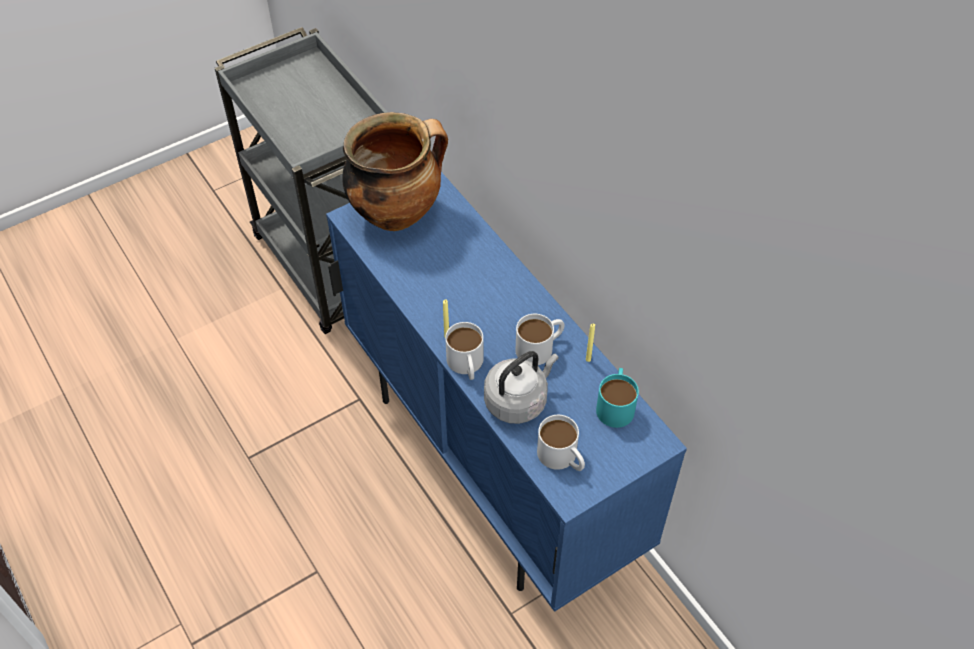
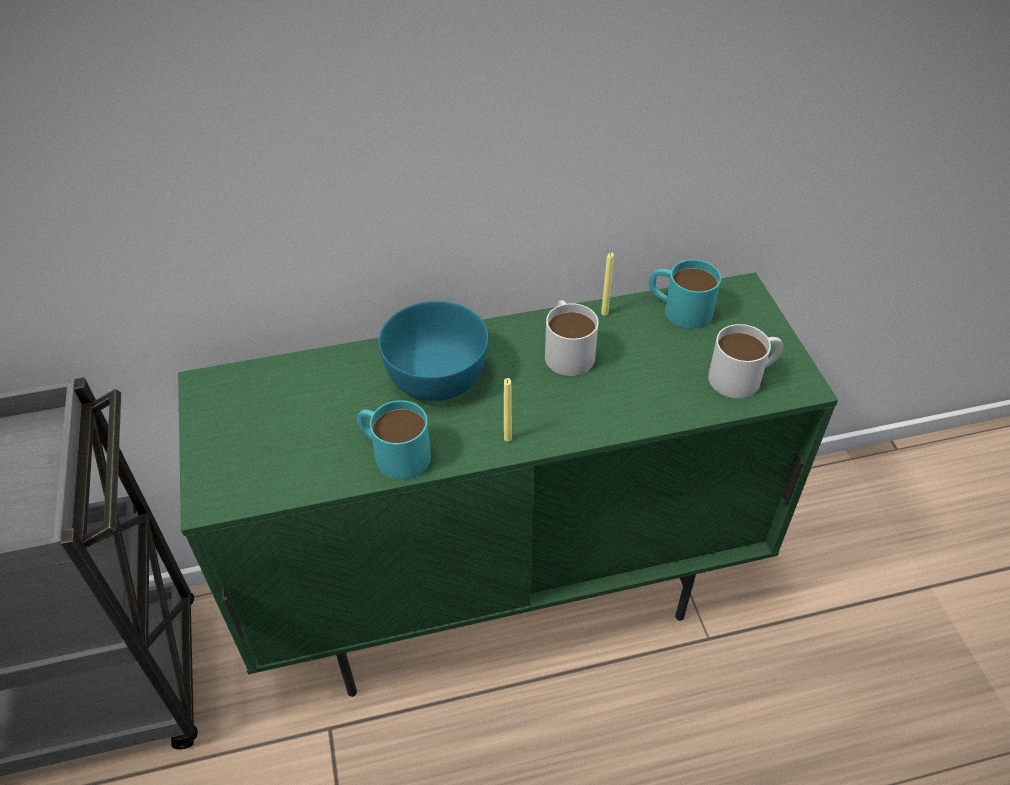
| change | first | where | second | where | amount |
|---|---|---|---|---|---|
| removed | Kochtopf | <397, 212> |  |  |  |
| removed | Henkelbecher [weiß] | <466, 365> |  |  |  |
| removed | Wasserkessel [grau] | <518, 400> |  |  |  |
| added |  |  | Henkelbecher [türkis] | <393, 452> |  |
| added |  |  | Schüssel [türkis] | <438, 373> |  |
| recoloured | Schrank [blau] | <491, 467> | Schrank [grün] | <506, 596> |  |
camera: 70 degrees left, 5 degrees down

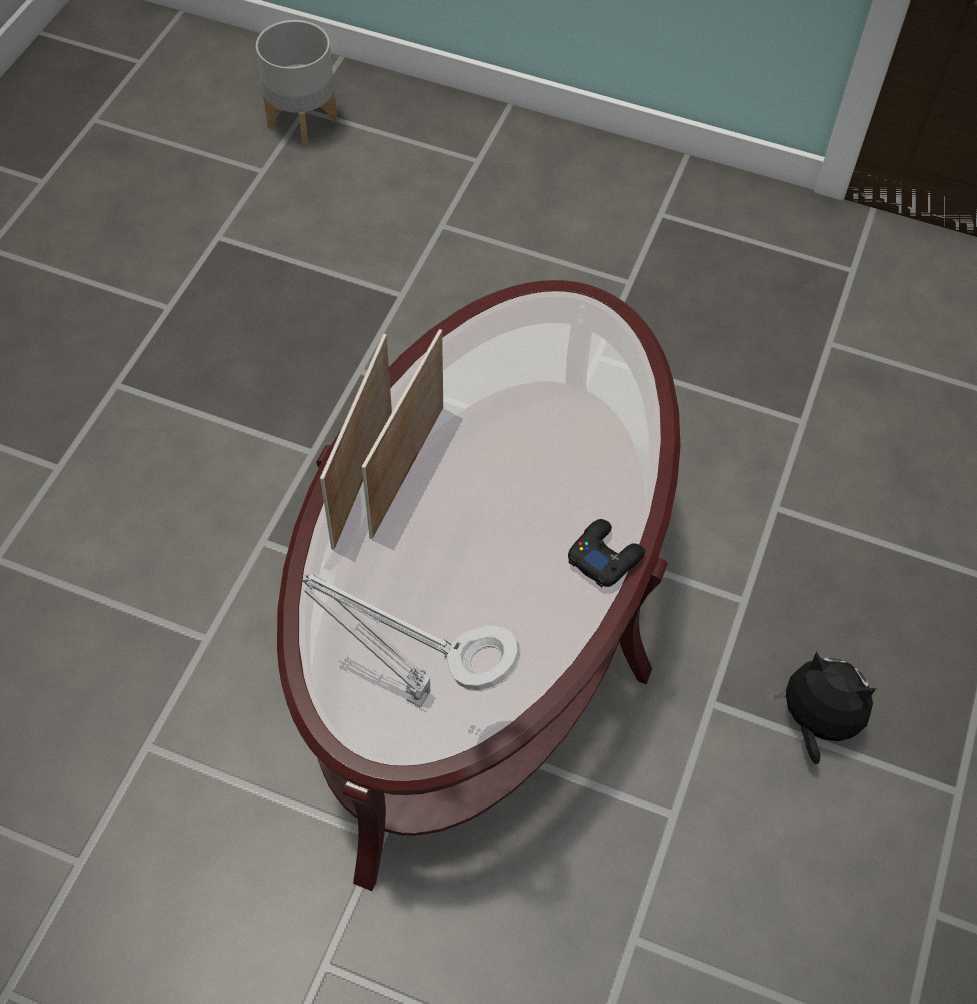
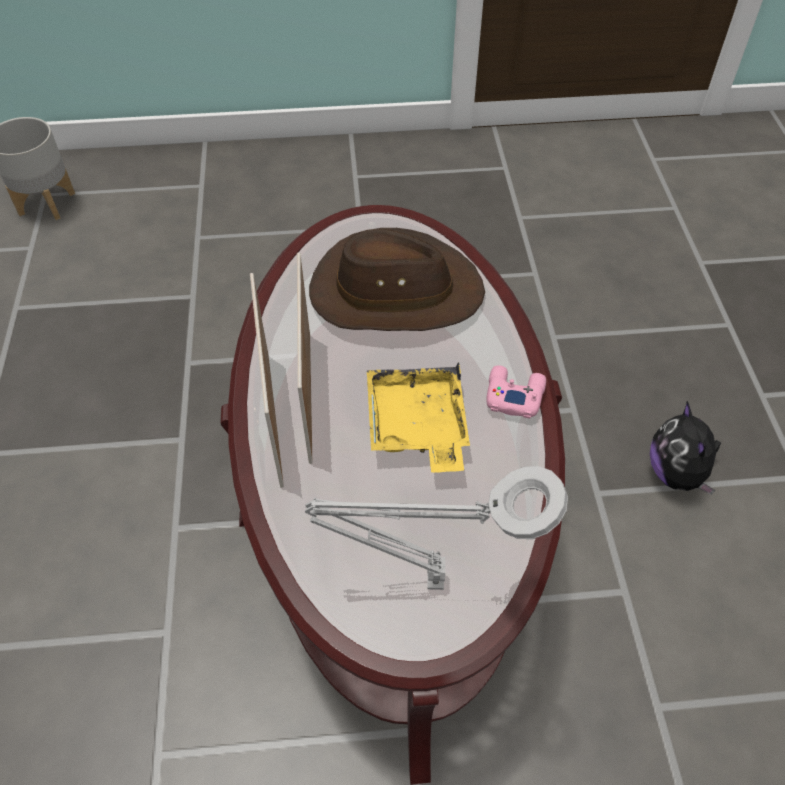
| change | first | where | second | where | amount |
|---|---|---|---|---|---|
| added |  |  | Hut [braun] | <394, 291> |  |
| added |  |  | Tablett [gelb] | <417, 426> |  |
| recoloured | Gamepad [schwarz] | <604, 556> | Gamepad [rosa] | <514, 395> |  |
| turned | Plüschtier | <815, 722> |  | <676, 473> | 105 degrees counterclockwise |
camera: 25 degrees left, 5 degrees down

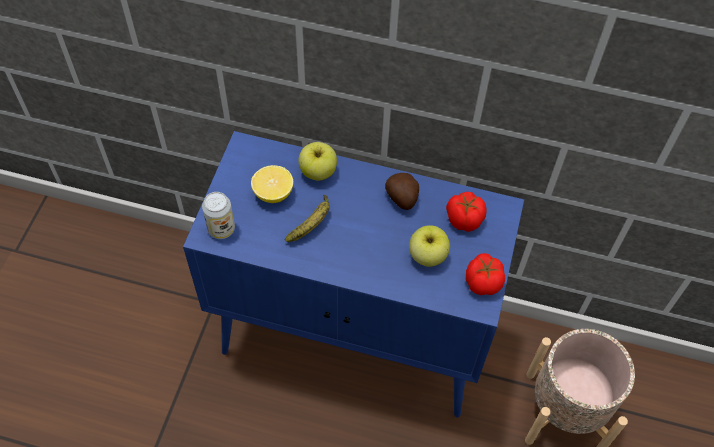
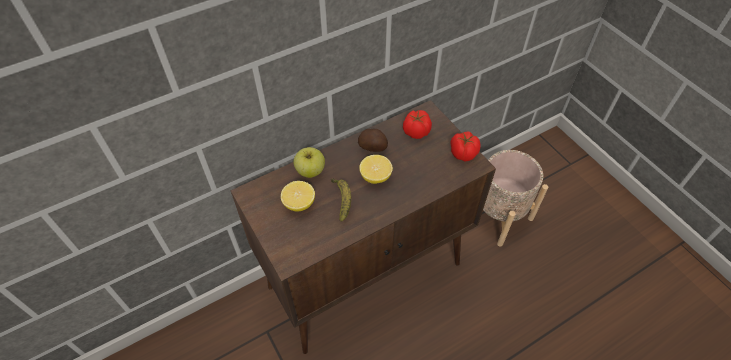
| change | first | where | second | where | amount |
|---|---|---|---|---|---|
| removed | Dose | <221, 229> |  |  |  |
| removed | Apfel | <427, 255> |  |  |  |
| added |  |  | Zitrone | <375, 176> |  |
| recoloured | Schrank [blau] | <355, 337> | Schrank [braun] | <366, 274> |  |
camera: 45 degrees left, 5 degrees down

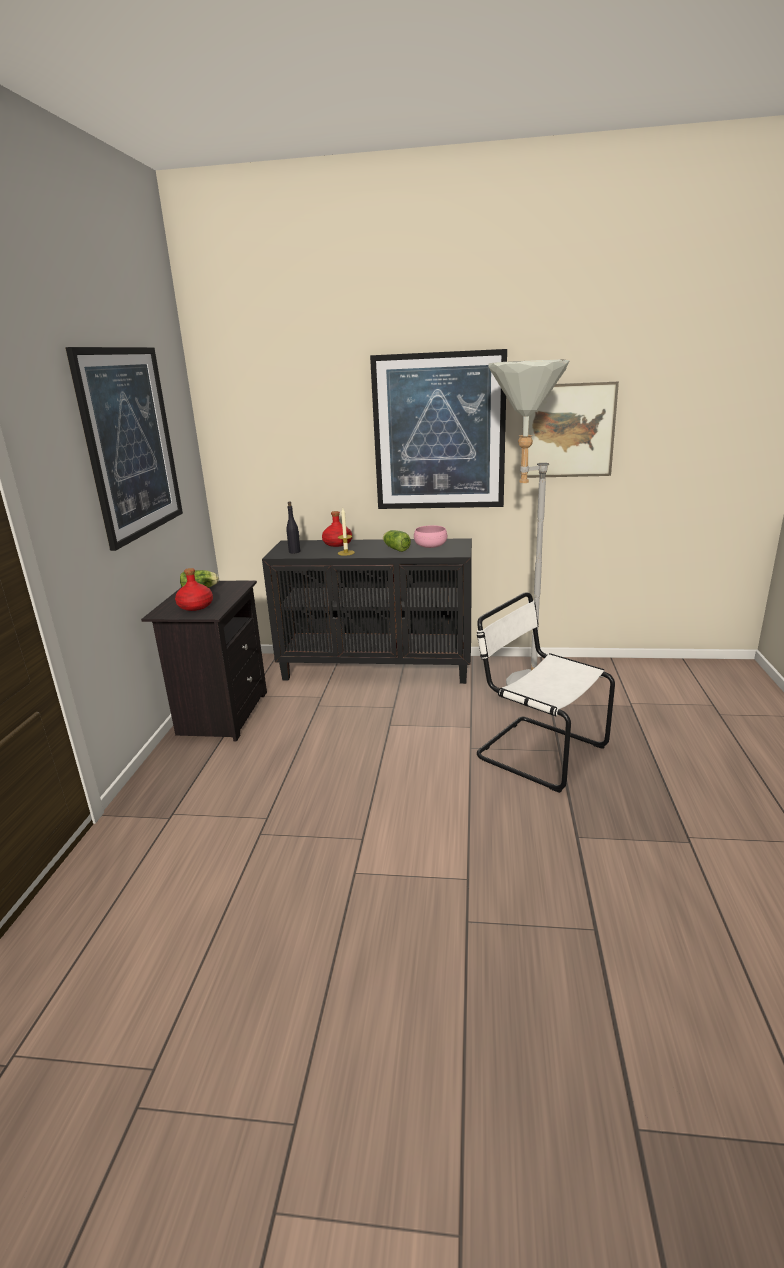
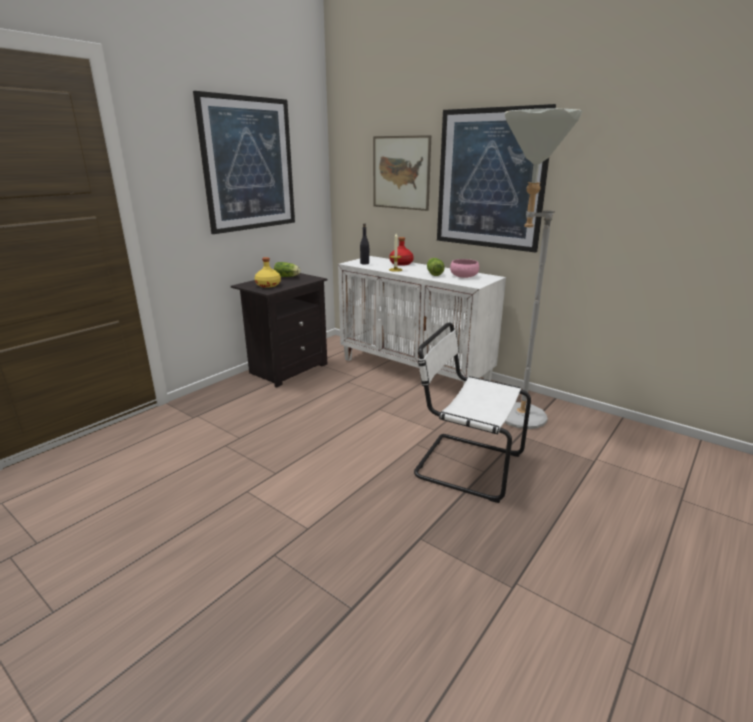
| change | first | where | second | where | amount |
|---|---|---|---|---|---|
| moved | Bild | <568, 431> |  | <401, 173> |  |
| recoloured | Flasche [rot] | <196, 606> | Flasche [gelb] | <268, 285> |  |
| recoloured | Schrank [schwarz] | <378, 669> | Schrank [weiß] | <415, 370> |  |
| turned | Stuhl [weiß] | <536, 751> |  | <464, 465> | 45 degrees counterclockwise |
camera: 30 degrees right, 0 degrees up

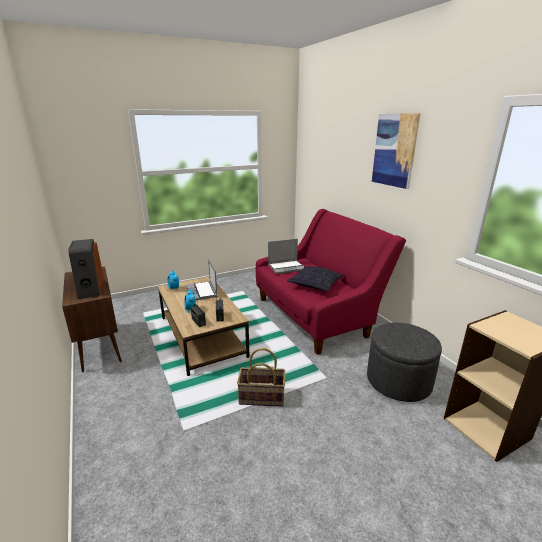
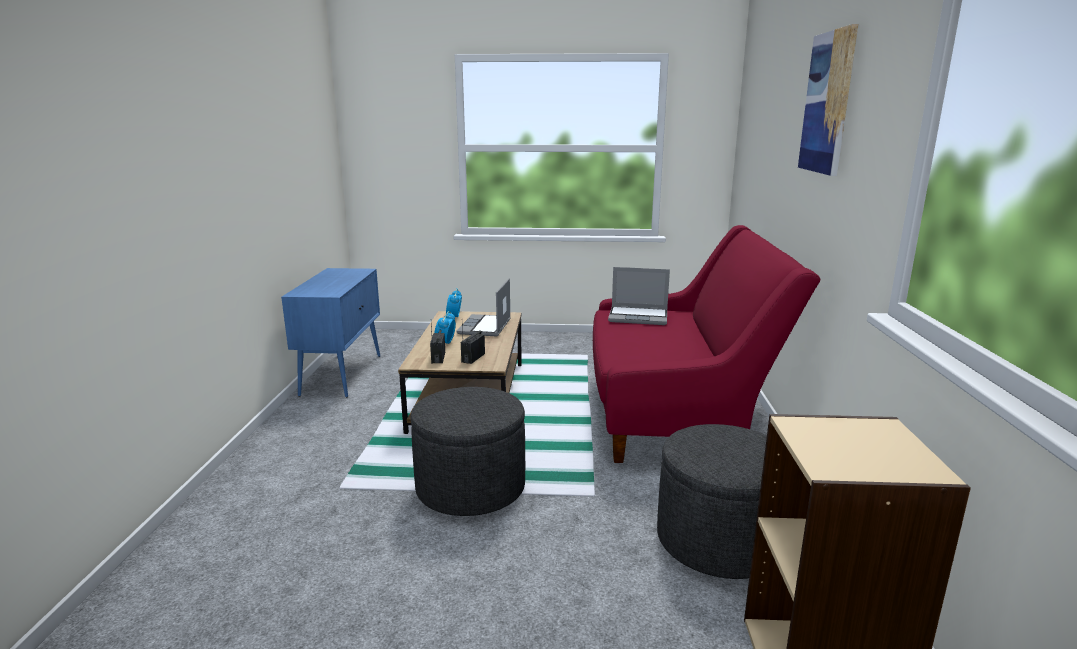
| change | first | where | second | where | amount |
|---|---|---|---|---|---|
| removed | Lautsprecher | <90, 289> |  |  |  |
| removed | Kissen | <315, 285> |  |  |  |
| replaced | Korb | <261, 398> | Polsterhocker [grau] | <470, 487> |  |
| recoloured | Schrank [braun] | <99, 345> | Schrank [blau] | <342, 374> |  |
camera: 30 degrees right, 5 degrees down

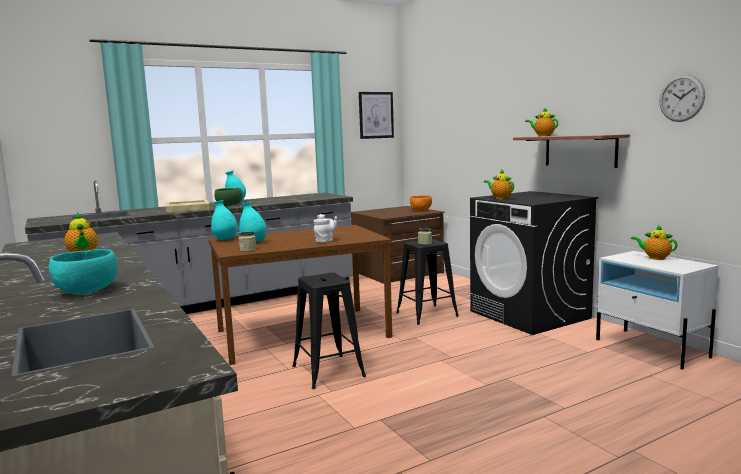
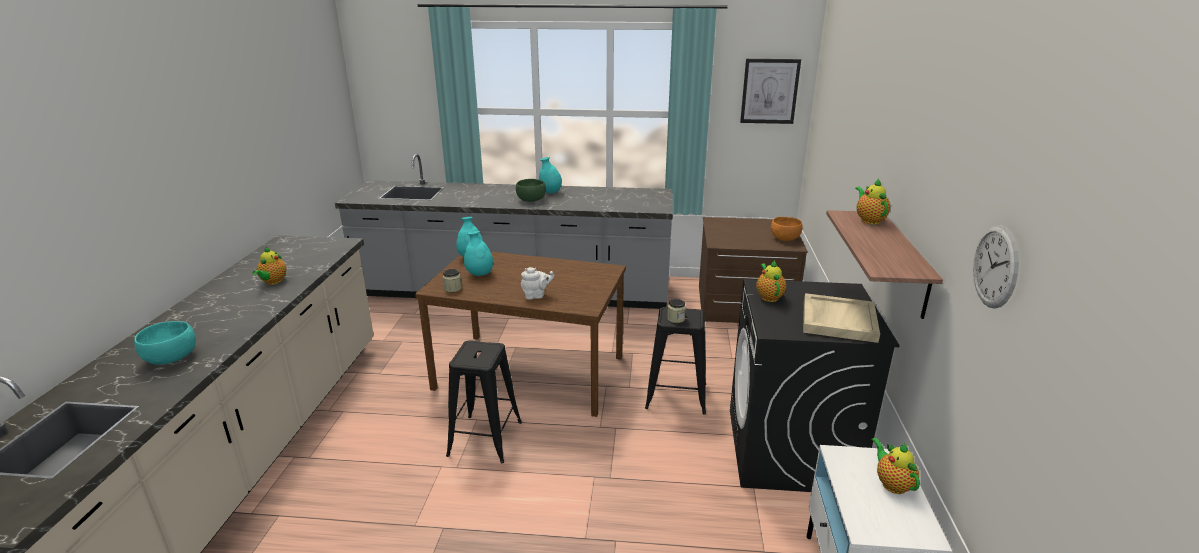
| change | first | where | second | where | amount |
|---|---|---|---|---|---|
| moved | Tablett [beige] | <187, 208> |  | <838, 320> |  |
camera: 35 degrees right, 15 degrees up

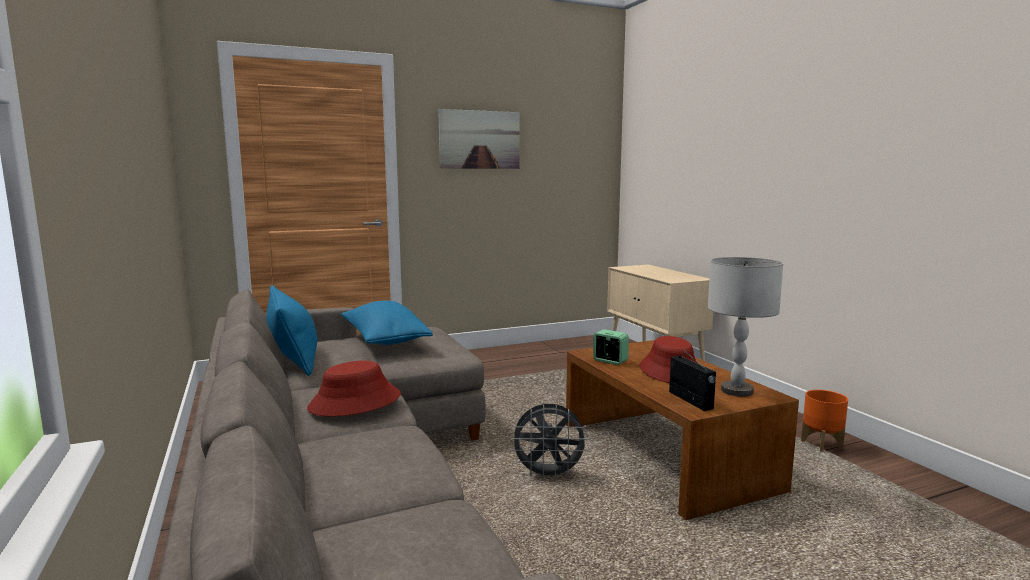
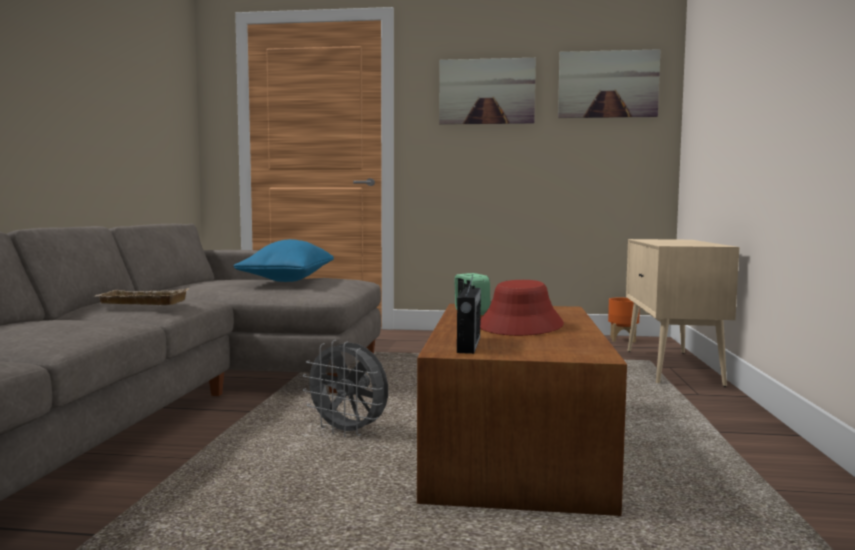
| change | first | where | second | where | amount |
|---|---|---|---|---|---|
| removed | Kissen [blau] | <293, 358> |  |  |  |
| removed | Tischlampe [grau] | <736, 391> |  |  |  |
| added |  |  | Bild | <608, 84> |  |
| moved | Pflanzkübel [orange] | <822, 445> |  | <623, 340> |  |
| replaced | Hut [rot] | <355, 402> | Tablett [beige] | <140, 303> |  |
camera: 30 degrees right, 5 degrees down

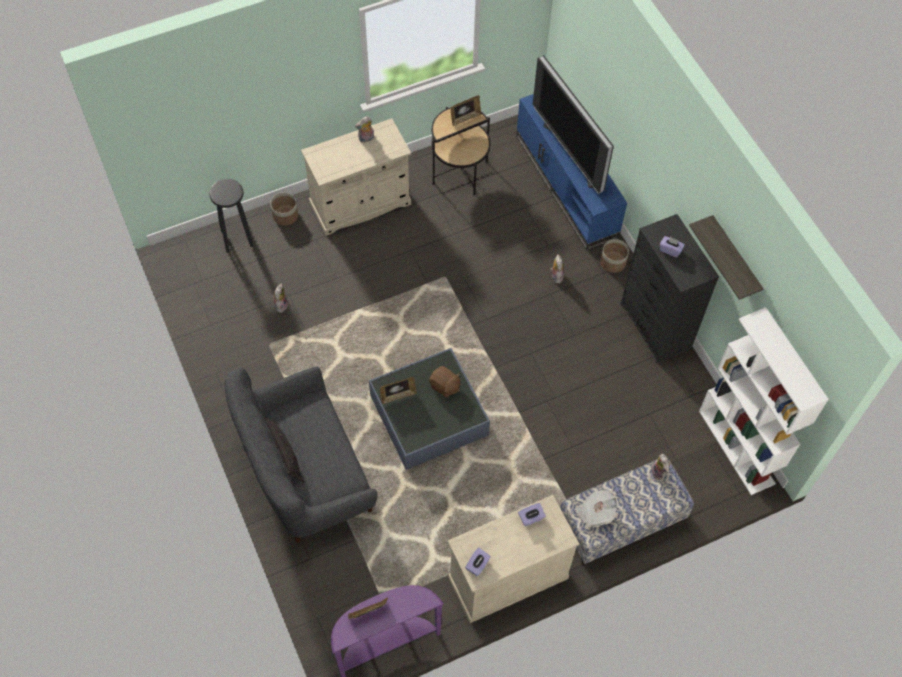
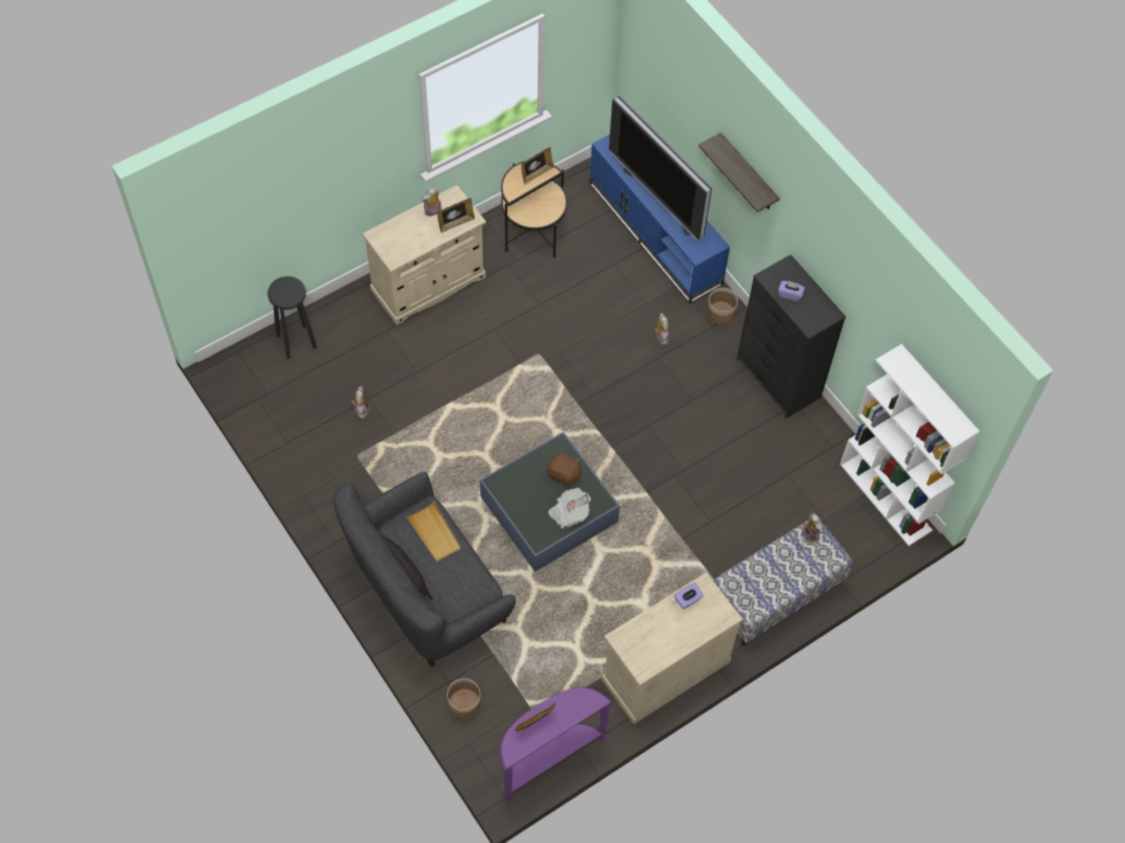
| change | first | where | second | where | amount |
|---|---|---|---|---|---|
| removed | Taschentuchbox [lila] | <477, 565> |  |  |  |
| added |  |  | Tablett [beige] | <434, 533> |  |
| moved | Pflanzkübel | <285, 216> |  | <464, 704> |  |
| moved | Bilderrahmen | <398, 396> |  | <456, 223> |  |
| moved | Zeitung | <595, 512> |  | <569, 512> |  |
| moved | Wandregal | <734, 259> |  | <748, 174> |  |
camera: 10 degrees left, 0 degrees up

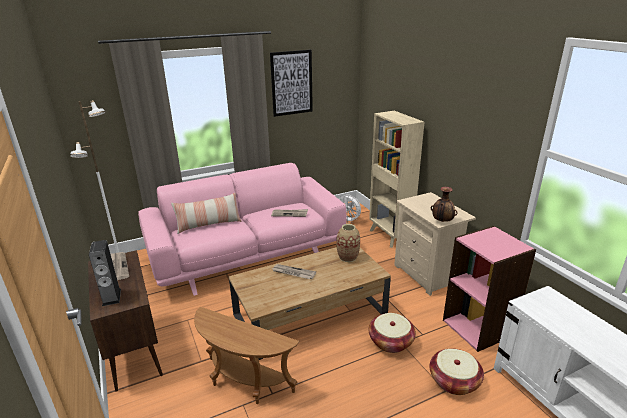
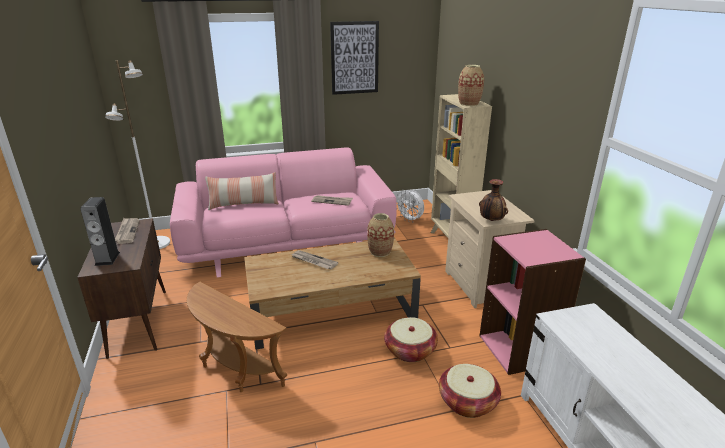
| change | first | where | second | where | amount |
|---|---|---|---|---|---|
| added |  |  | Vase | <469, 104> |  |
camera: 10 degrees right, 0 degrees up

